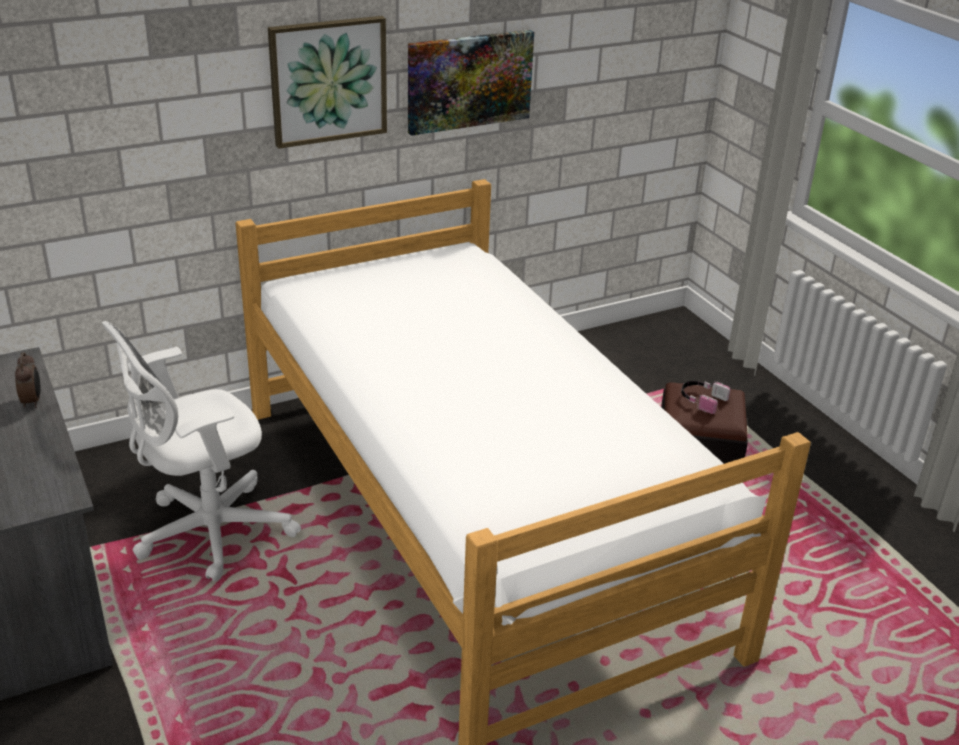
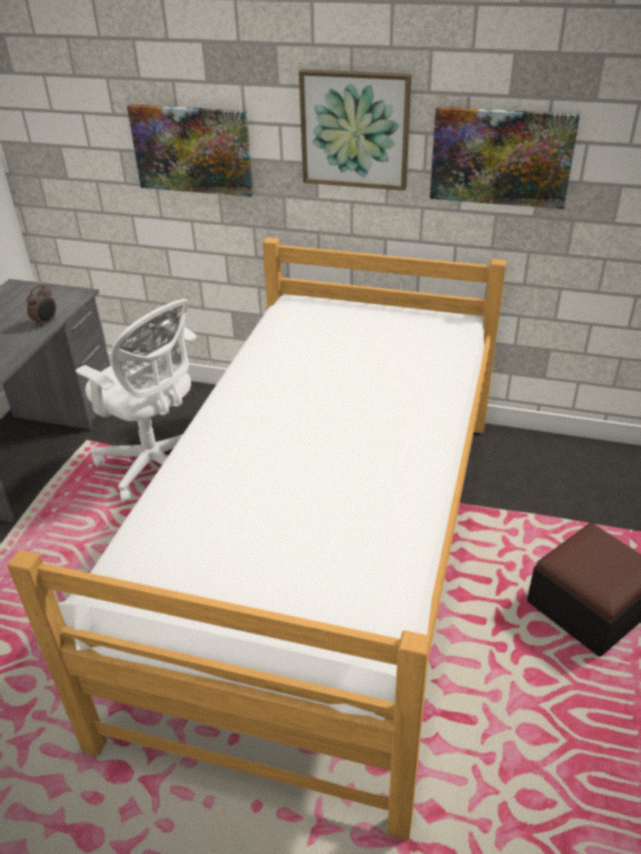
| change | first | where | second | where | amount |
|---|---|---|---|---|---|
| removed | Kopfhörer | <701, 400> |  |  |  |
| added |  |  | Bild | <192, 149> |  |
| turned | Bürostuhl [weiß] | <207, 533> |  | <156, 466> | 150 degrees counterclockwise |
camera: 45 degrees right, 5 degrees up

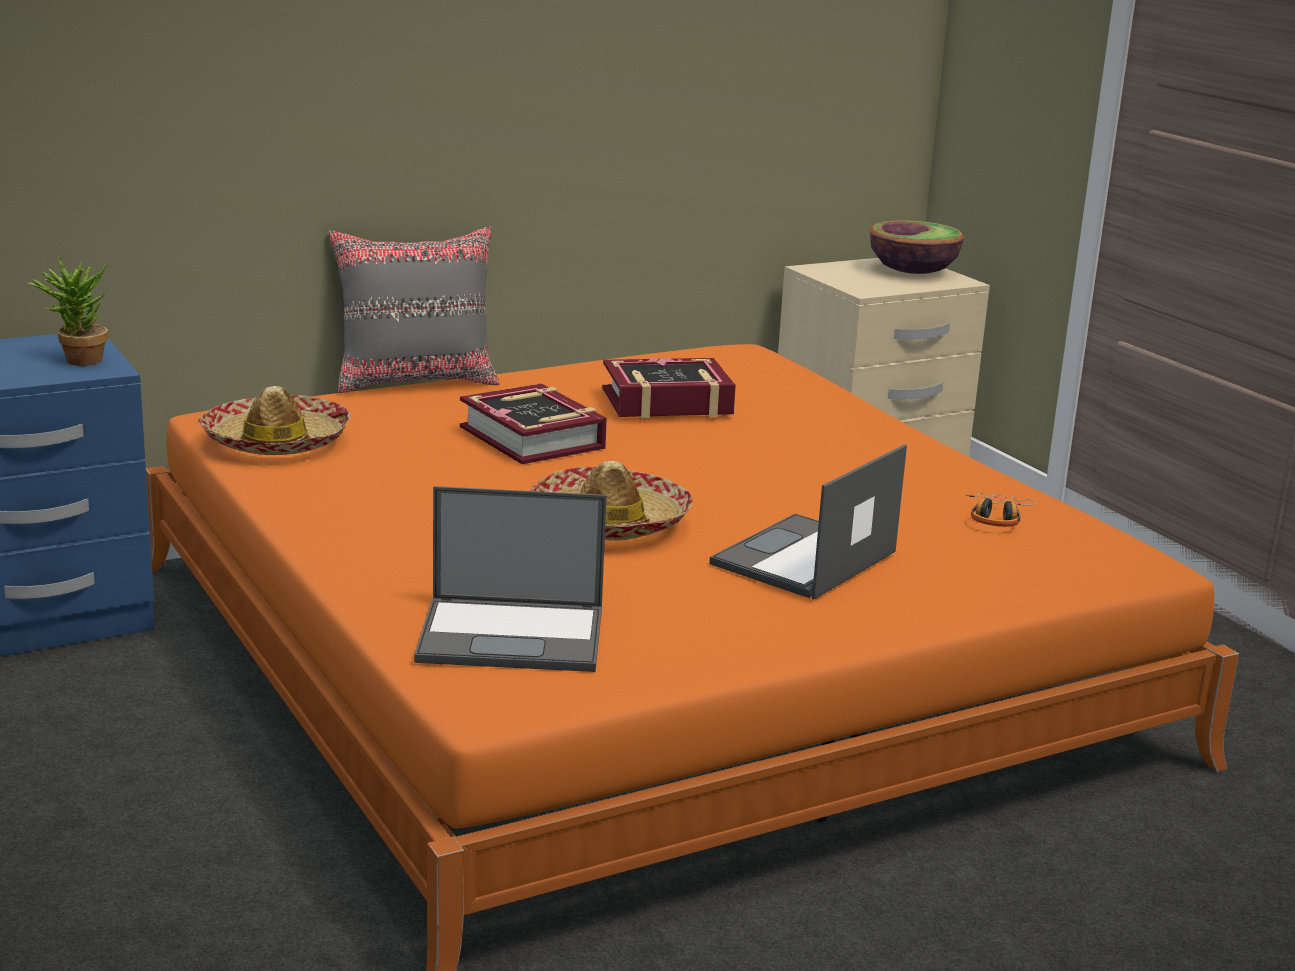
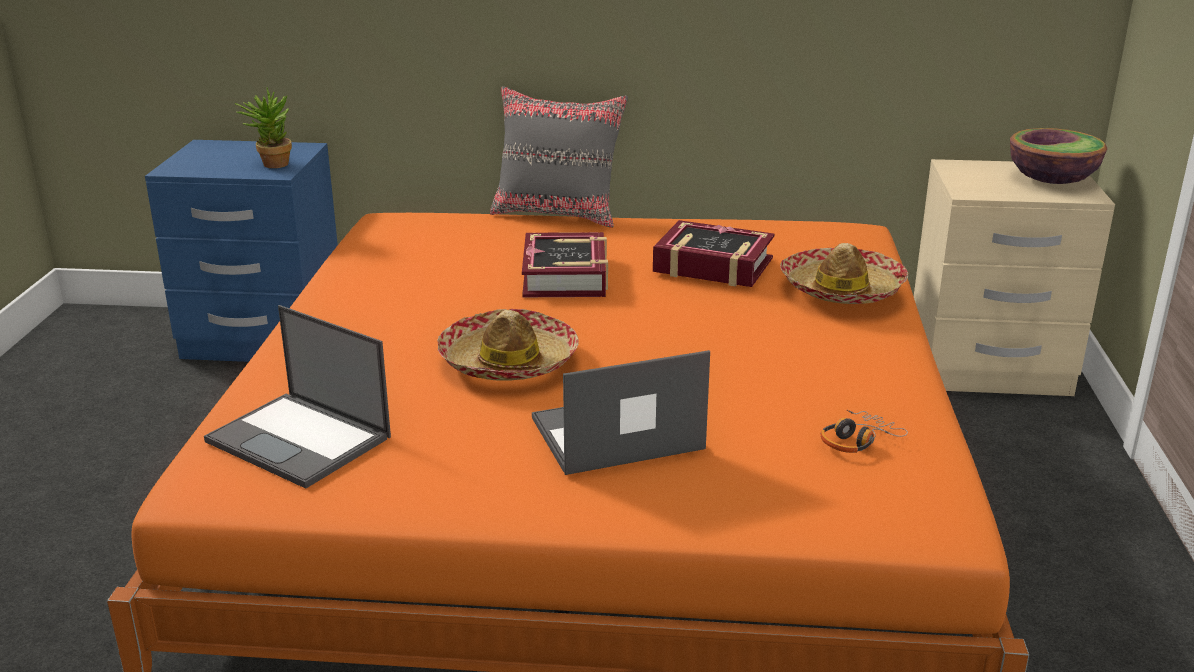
| change | first | where | second | where | amount |
|---|---|---|---|---|---|
| moved | Hut | <276, 441> |  | <842, 289> |  |
camera: 35 degrees right, 5 degrees up

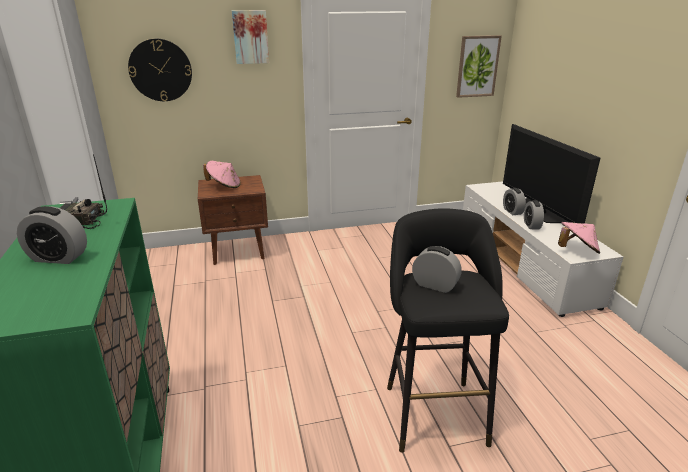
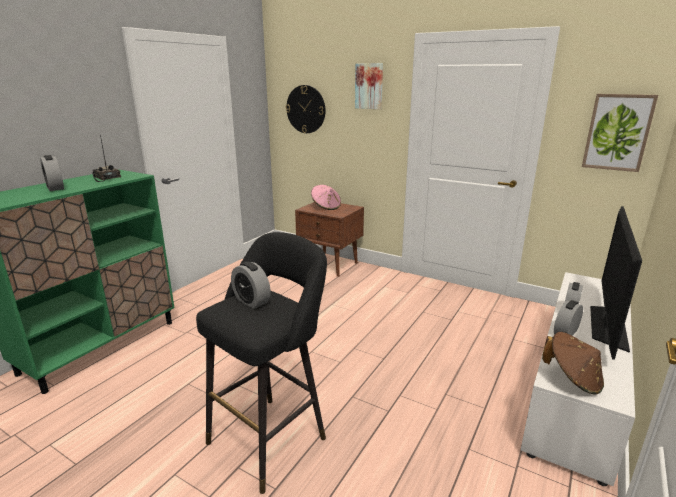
| change | first | where | second | where | amount |
|---|---|---|---|---|---|
| recoloured | Hut [rosa] | <576, 250> | Hut [braun] | <572, 379> |  |
| turned | Wecker | <435, 285> |  | <251, 301> | 150 degrees clockwise |
camera: 45 degrees right, 5 degrees down

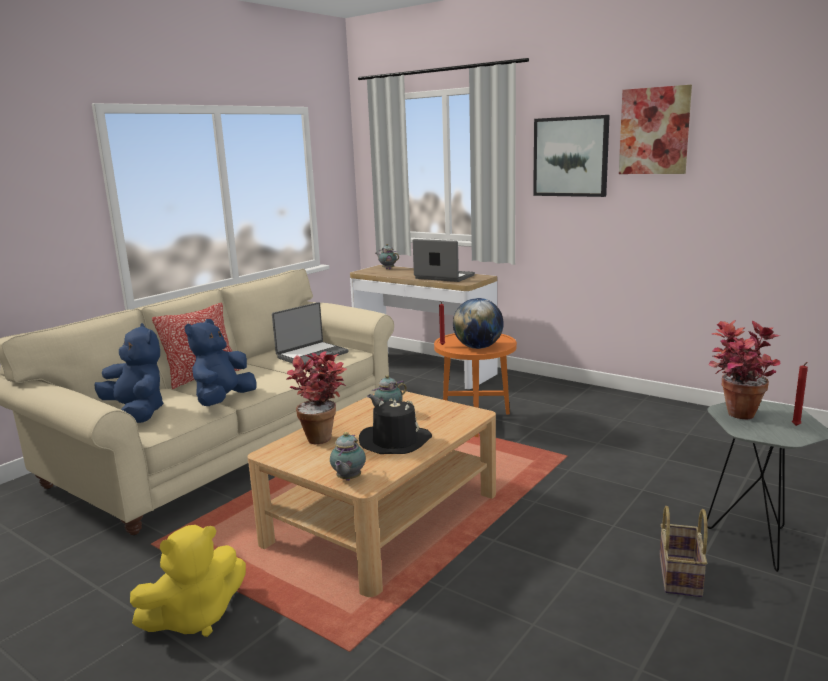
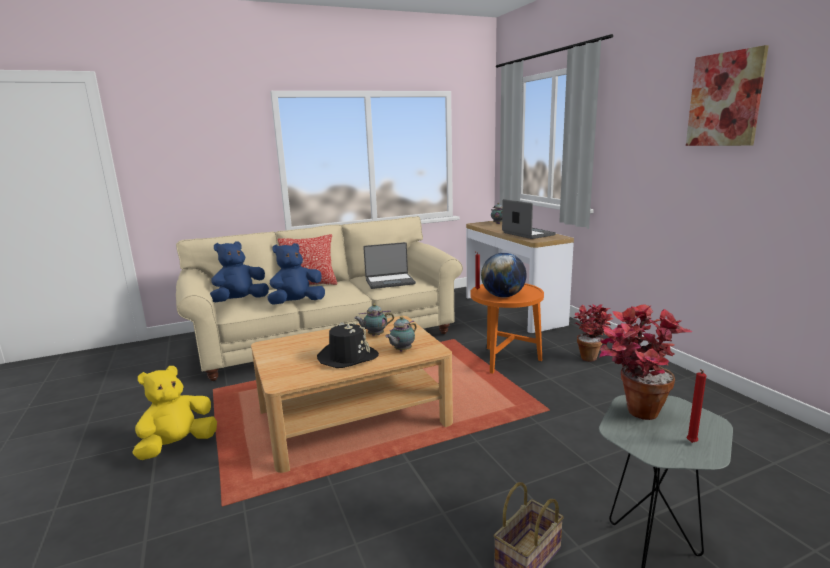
| change | first | where | second | where | amount |
|---|---|---|---|---|---|
| removed | Bild | <571, 156> |  |  |  |
| moved | Topfpflanze | <322, 435> |  | <591, 356> |  |
| moved | Teekanne | <348, 479> |  | <401, 350> |  |
| turned | Plüschtier [blau] | <137, 413> |  | <240, 301> | 120 degrees counterclockwise |
| turned | Plüschtier [gelb] | <195, 618> |  | <178, 445> | 135 degrees clockwise |
camera: 30 degrees right, 0 degrees up

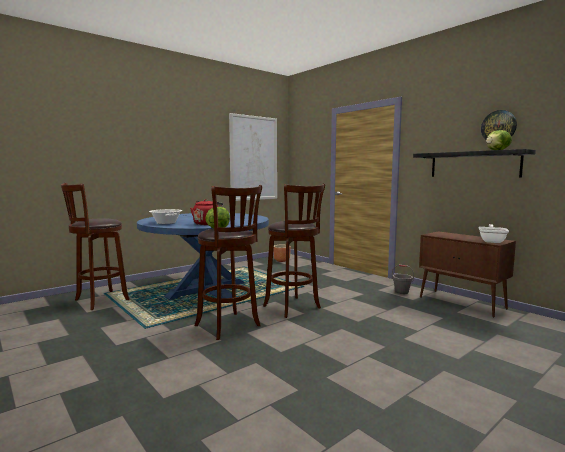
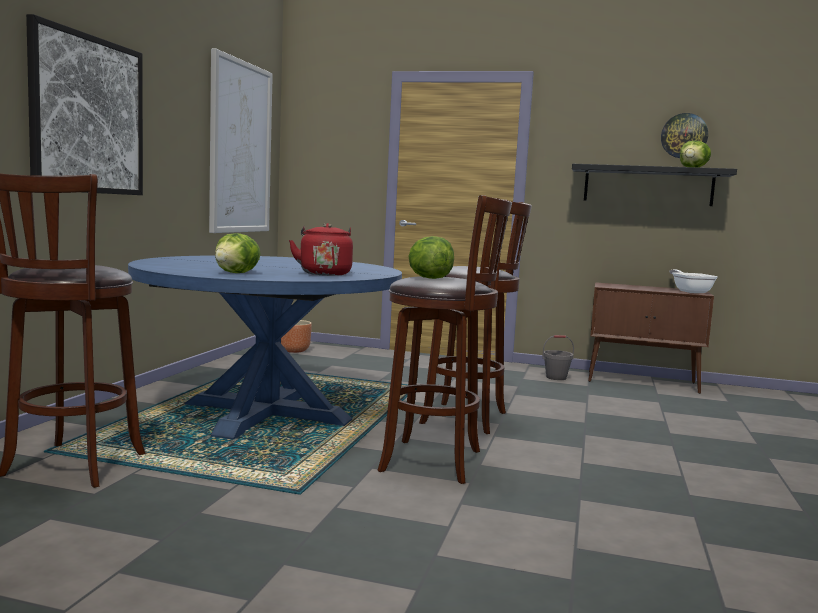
| change | first | where | second | where | amount |
|---|---|---|---|---|---|
| added |  |  | Bild | <88, 115> |  |
| replaced | Kochtopf | <166, 223> | Salatkopf | <237, 273> |  |
camera: 35 degrees left, 0 degrees up

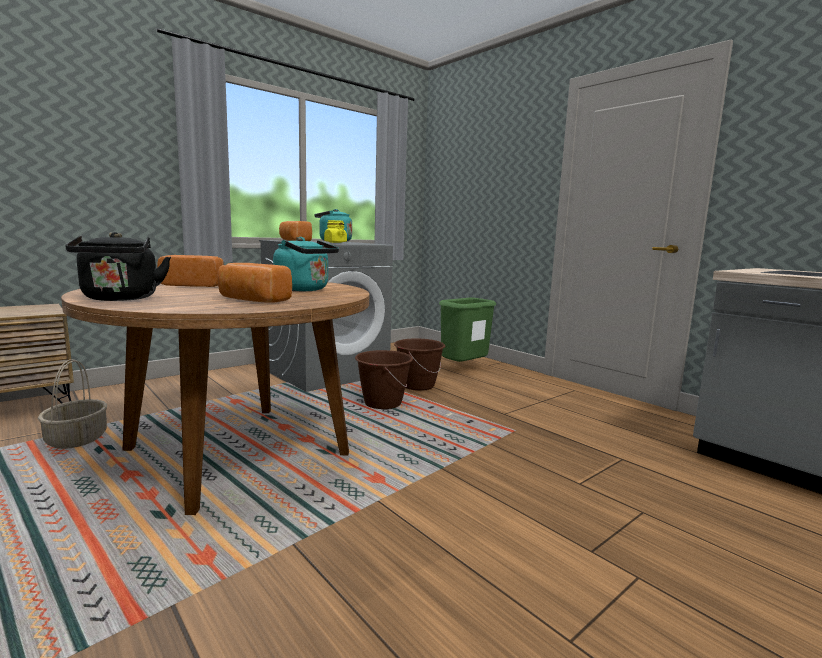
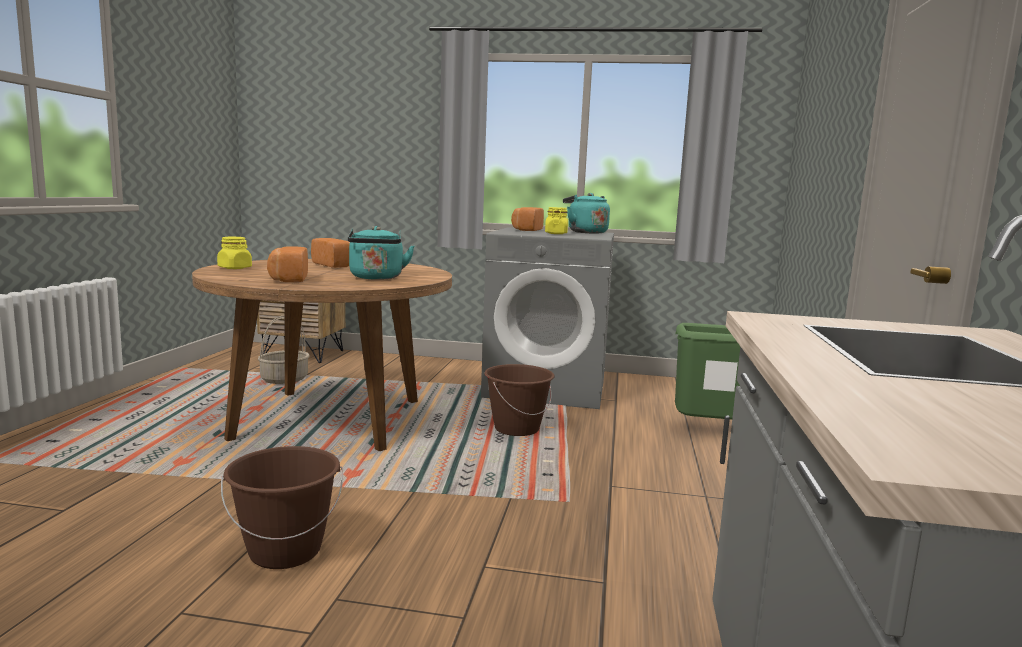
| change | first | where | second | where | amount |
|---|---|---|---|---|---|
| moved | Eimer [braun] | <417, 385> |  | <285, 551> |  |
| replaced | Wasserkessel [schwarz] | <120, 299> | Vorratsglas [gelb] | <235, 268> |  |
camera: 50 degrees right, 0 degrees up

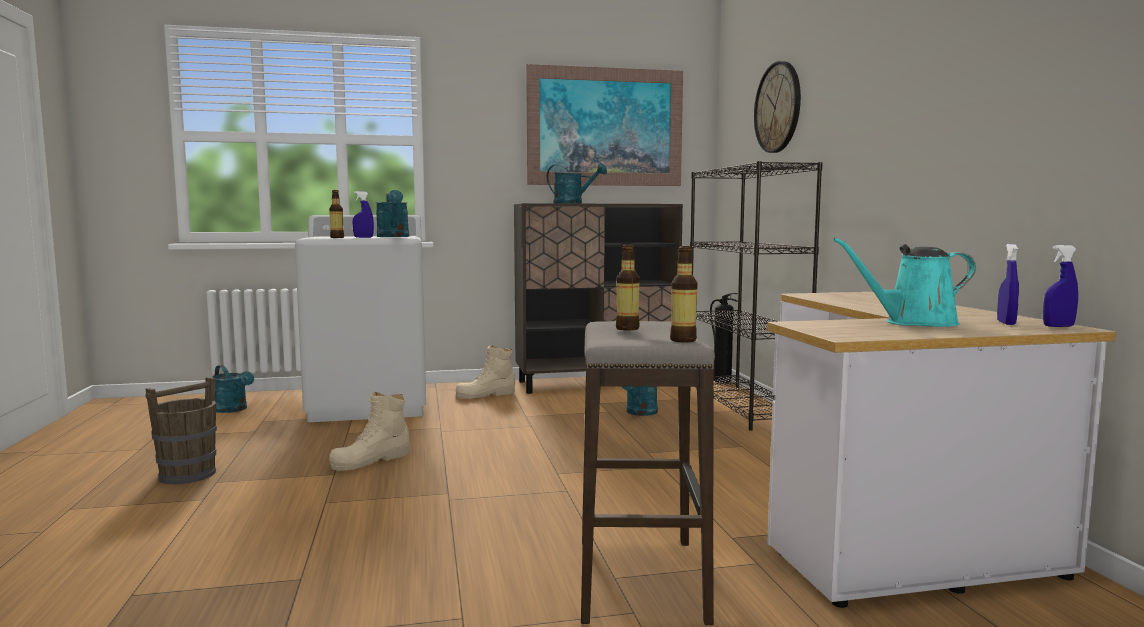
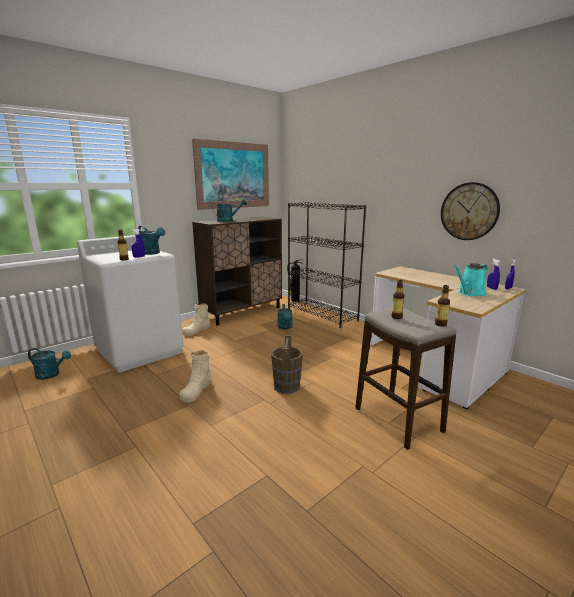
| change | first | where | second | where | amount |
|---|---|---|---|---|---|
| moved | Eimer [braun] | <188, 475> |  | <286, 386> |  |
| moved | Wanduhr | <778, 107> |  | <469, 211> |  |
camera: 30 degrees left, 10 degrees up

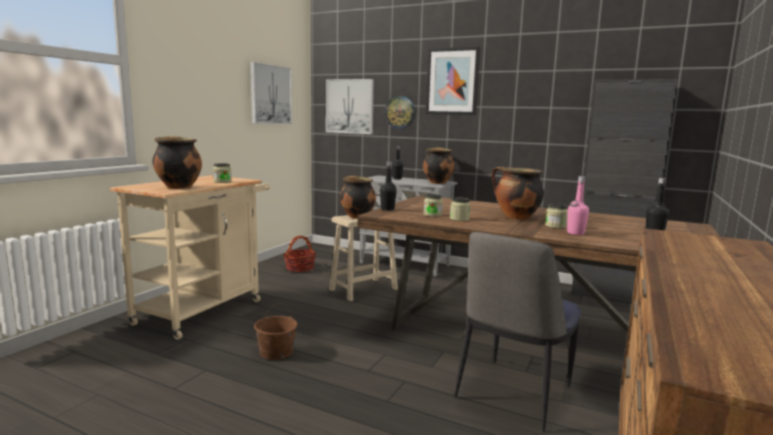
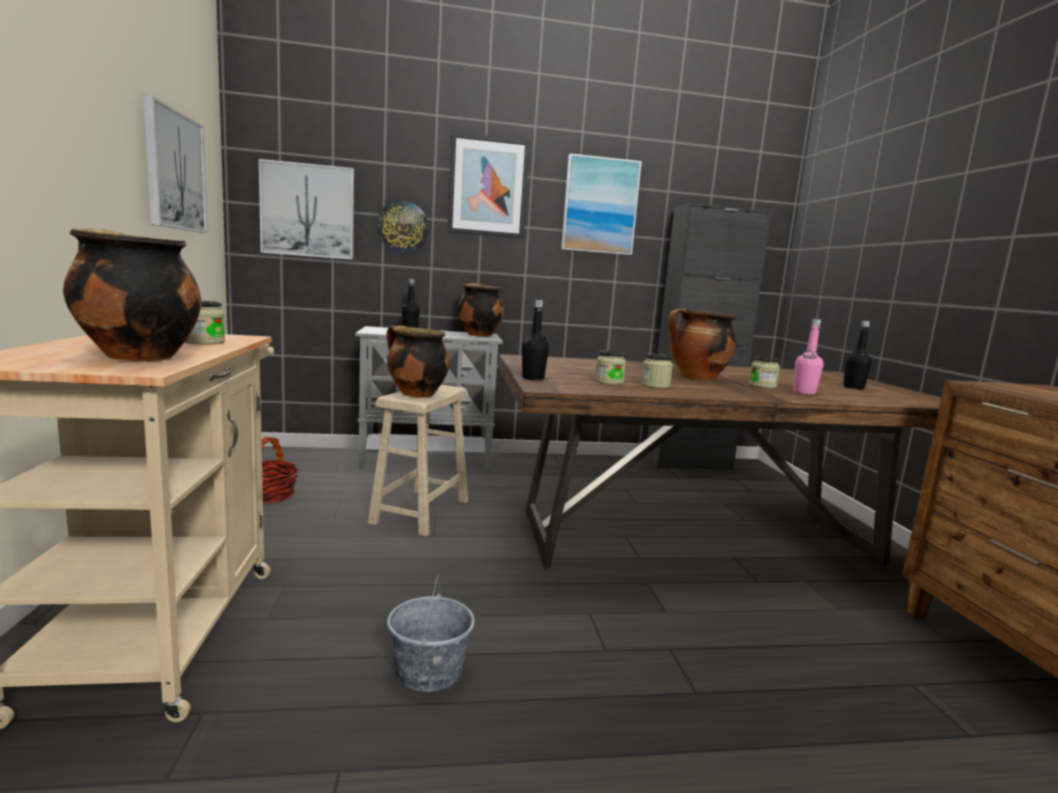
| change | first | where | second | where | amount |
|---|---|---|---|---|---|
| removed | Stuhl | <512, 394> |  |  |  |
| added |  |  | Bild | <600, 206> |  |
| recoloured | Eimer [braun] | <276, 352> | Eimer [grau] | <429, 670> |  |
camera: 35 degrees left, 0 degrees up

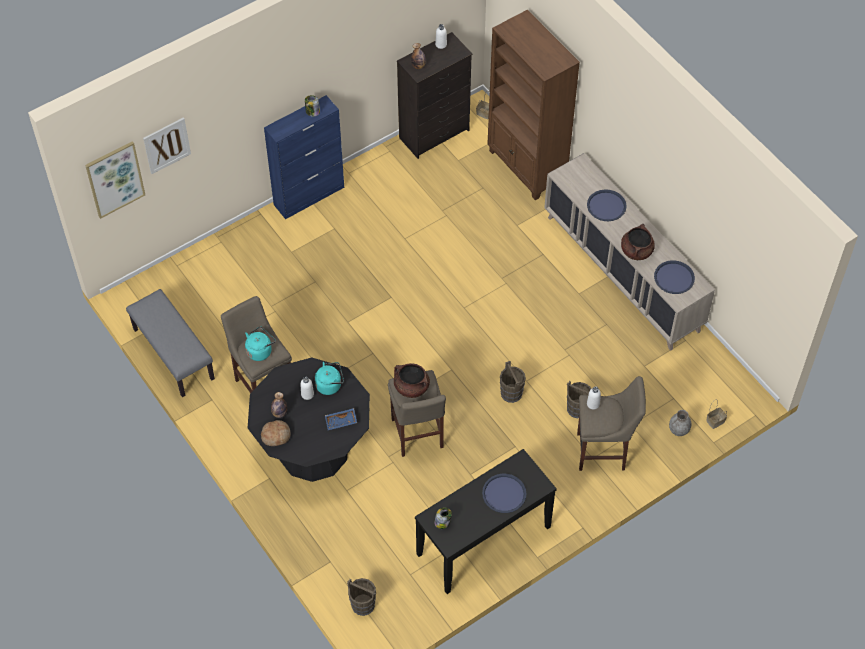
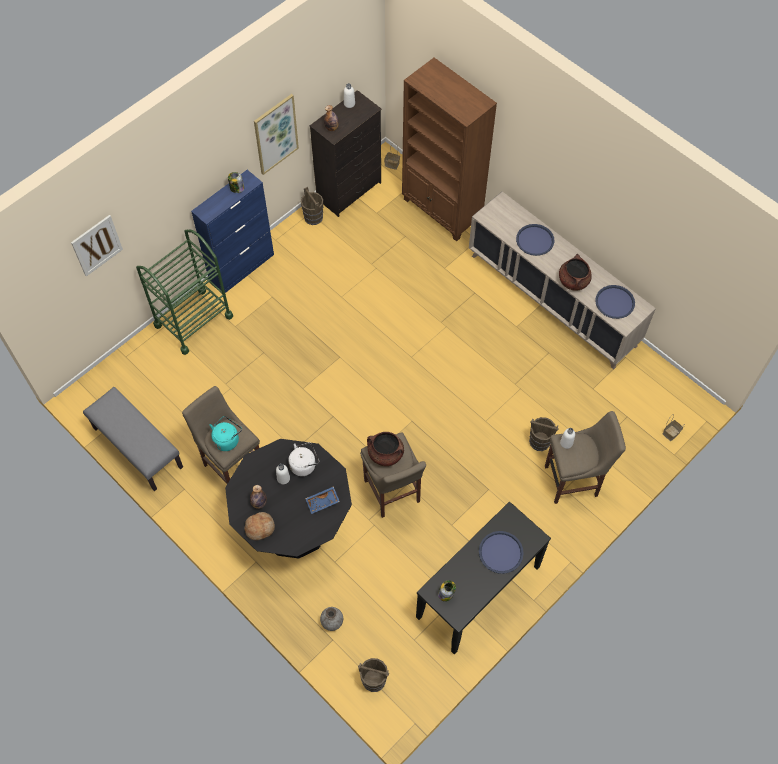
| change | first | where | second | where | amount |
|---|---|---|---|---|---|
| added |  |  | Rollwagen [grün] | <193, 321> |  |
| moved | Bild | <115, 179> |  | <275, 134> |  |
| moved | Eimer [braun] | <511, 393> |  | <313, 217> |  |
| moved | Vase [grau] | <678, 430> |  | <332, 622> |  |
| recoloured | Wasserkessel [türkis] | <330, 385> | Wasserkessel [weiß] | <304, 465> |  |
camera: 10 degrees left, 5 degrees up

